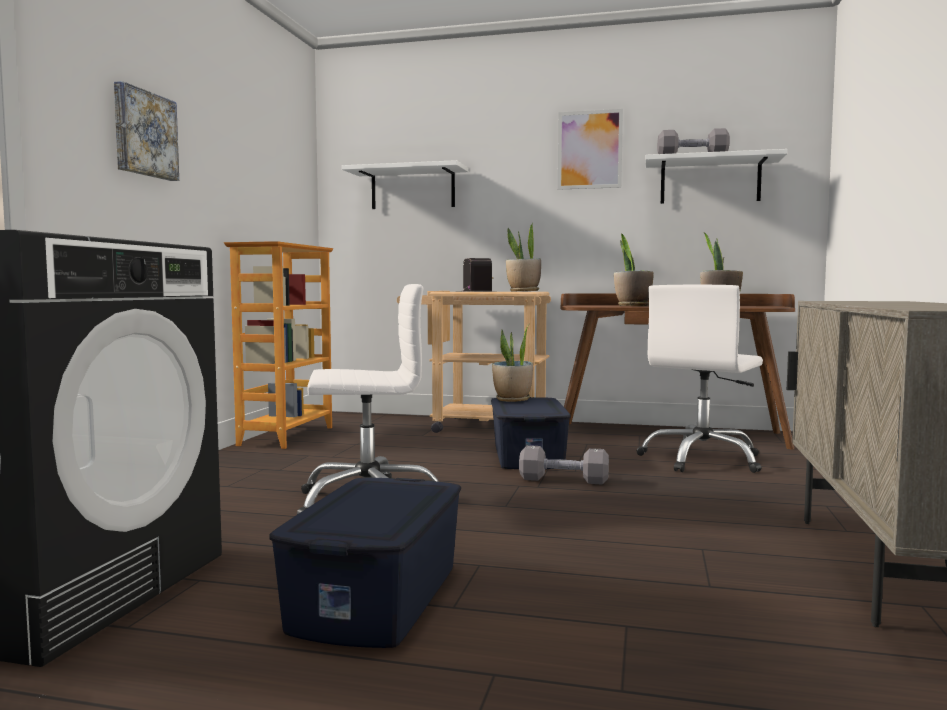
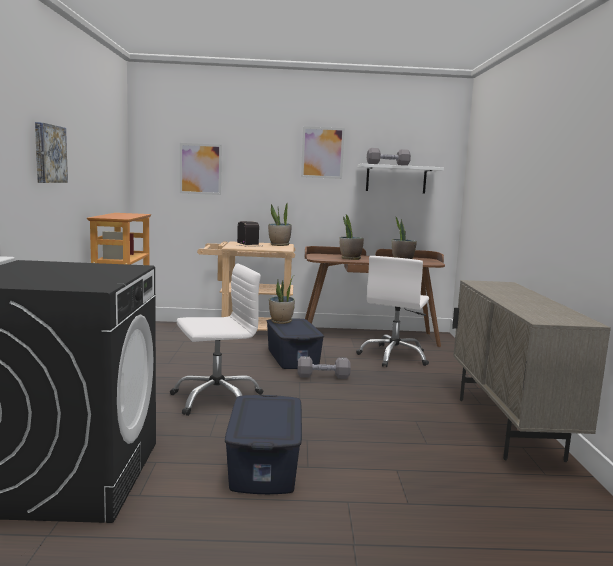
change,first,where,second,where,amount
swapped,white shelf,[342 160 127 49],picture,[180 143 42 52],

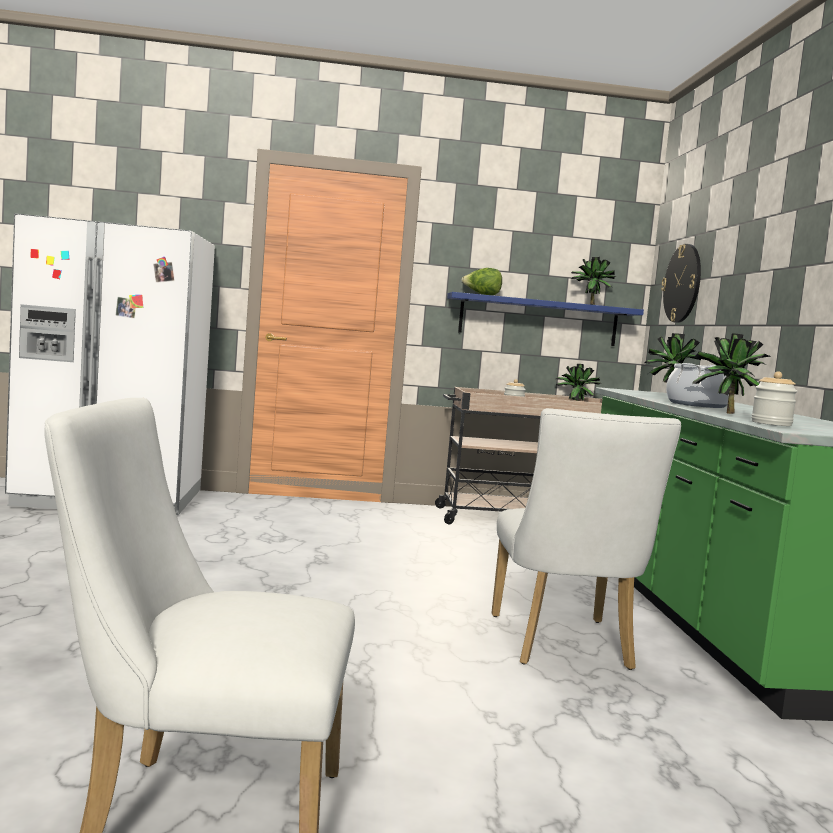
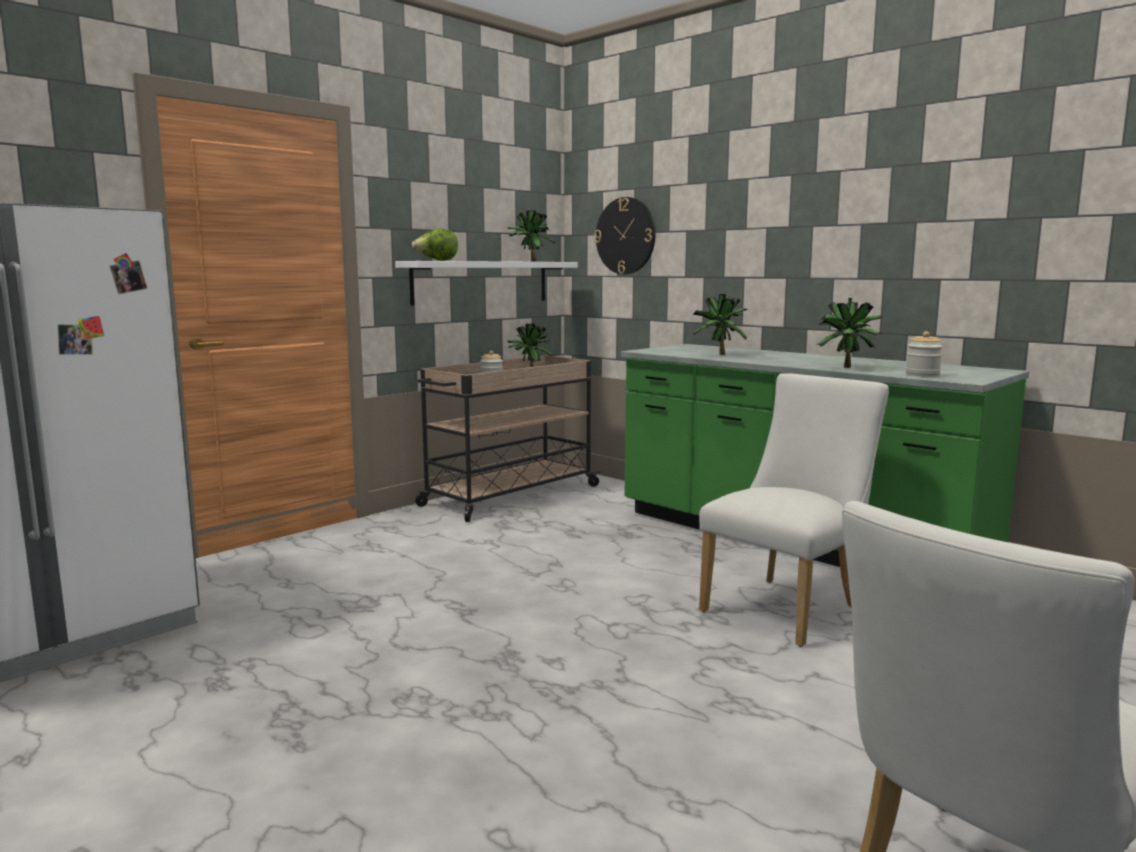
change,first,where,second,where,amount
repainted,blue shelf,[447 292 197 54],white shelf,[395 261 183 45],
gone,cooking pot,[666 363 63 45],,,
rotated,white chair,[492 408 189 262],,[699 373 190 274],90 degrees counterclockwise

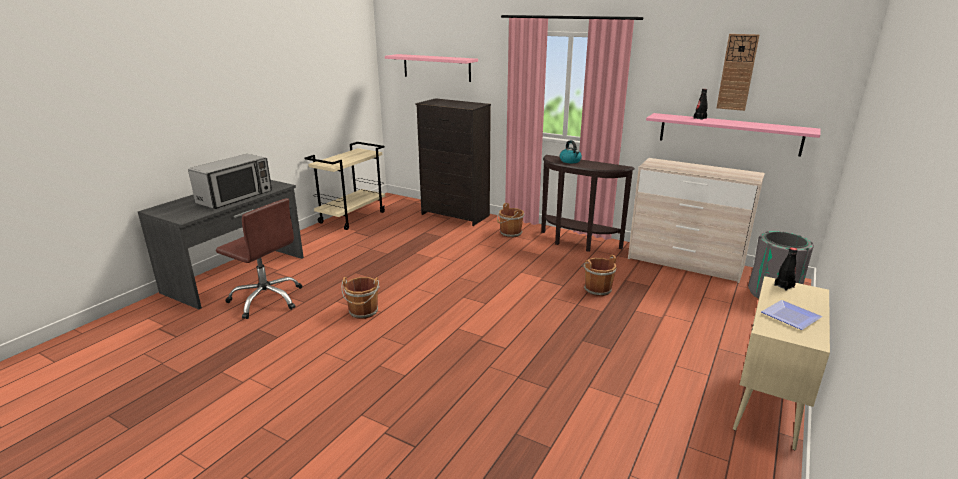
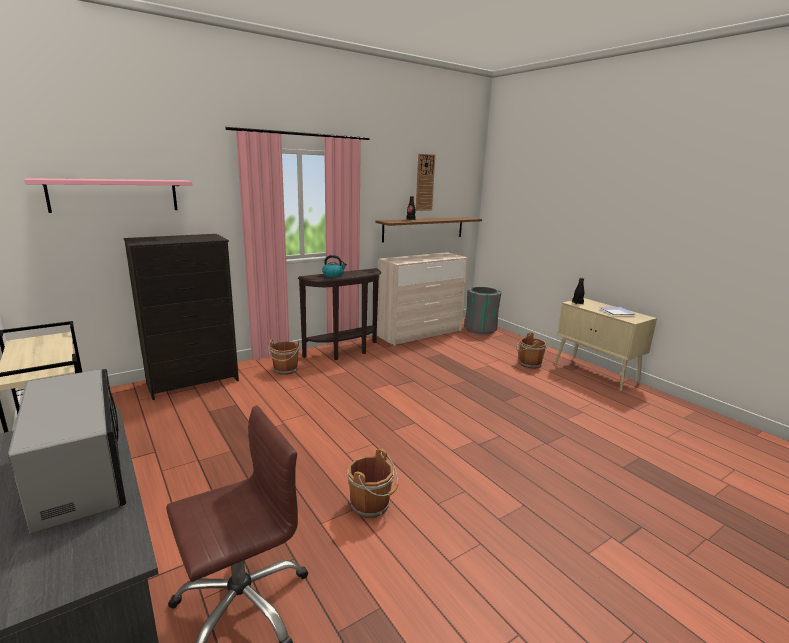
change,first,where,second,where,amount
repainted,pink shelf,[646 113 175 44],brown shelf,[375 217 107 26],
shifted,brown bucket,[582 255 34 41],,[516 332 31 36],

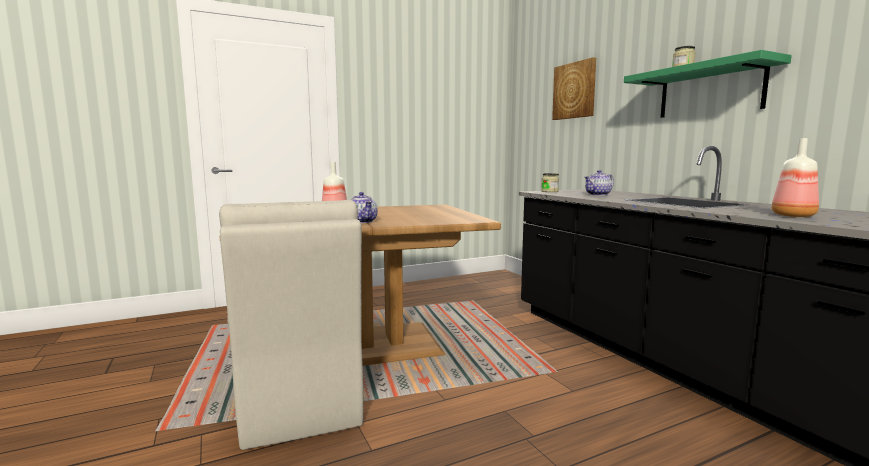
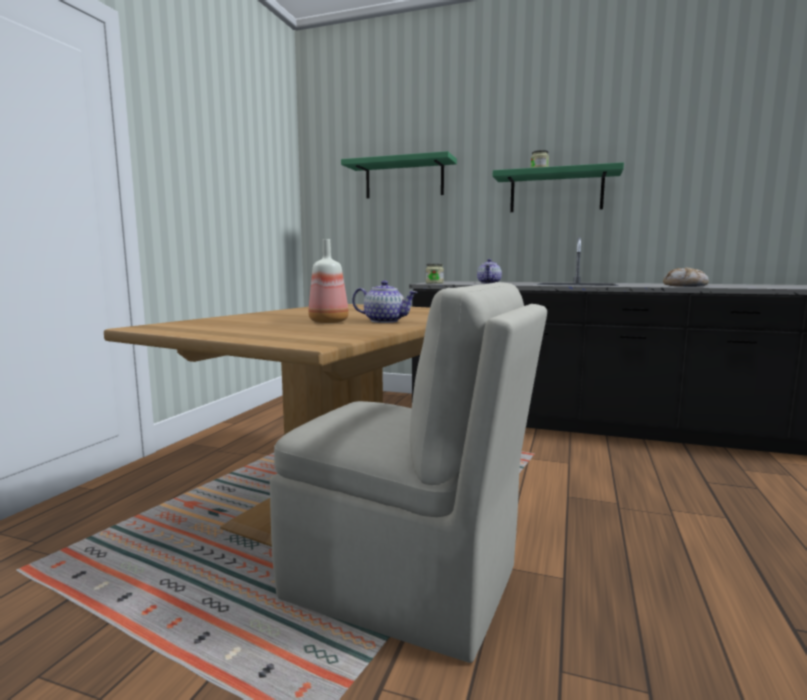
change,first,where,second,where,amount
swapped,picture,[552 57 44 63],green shelf,[341 151 116 47],
swapped,bottle,[771 138 48 79],bread,[663 267 46 19],

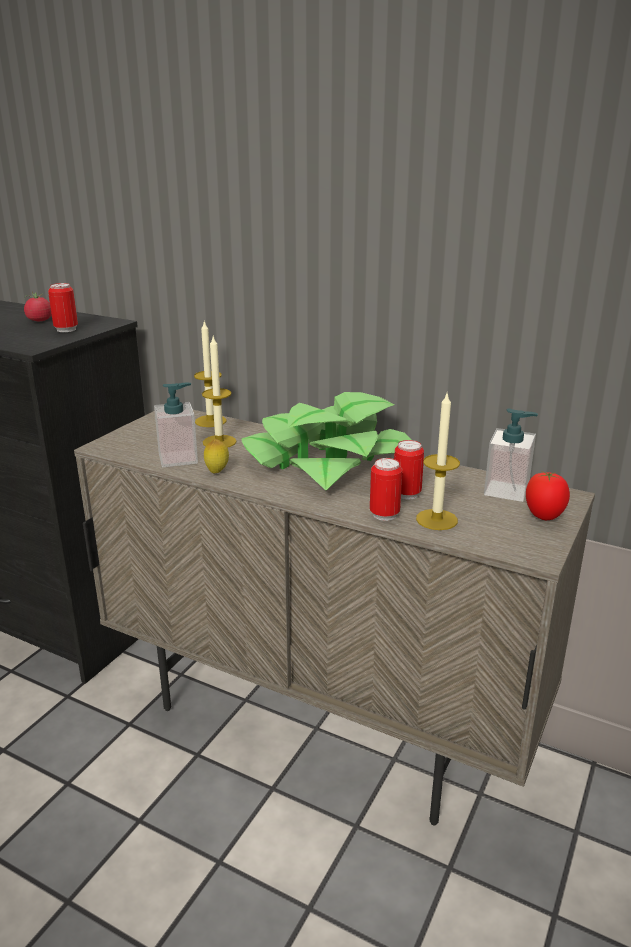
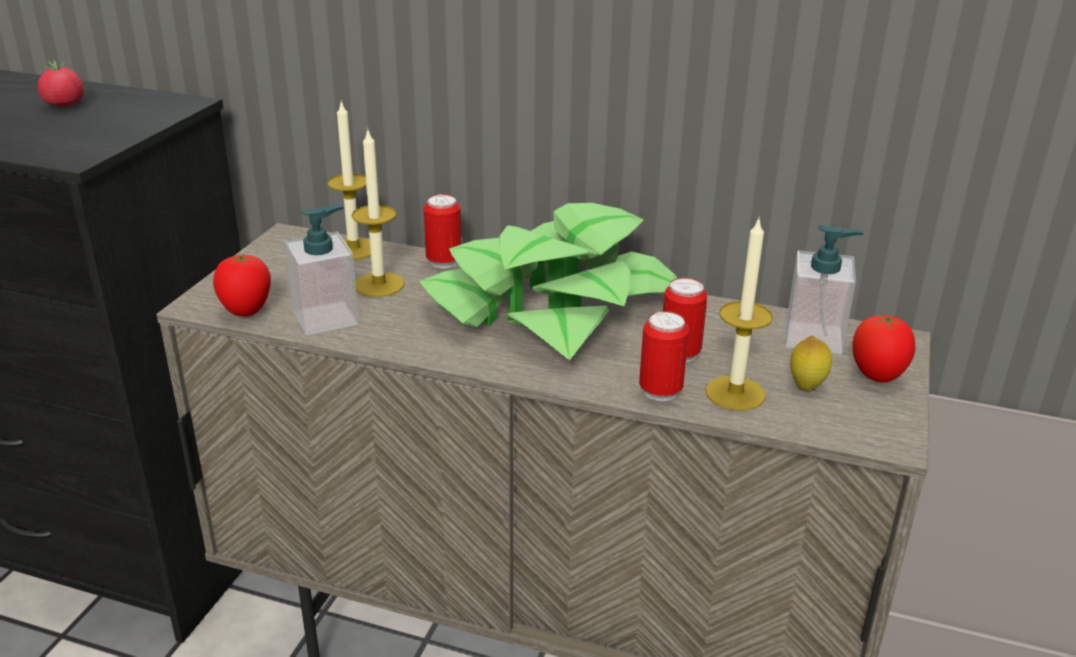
change,first,where,second,where,amount
shifted,can,[48 283 30 49],,[424 194 37 74],
shifted,lemon,[204 439 25 34],,[790 336 42 54],
new,,,tomato,[213 253 58 63],

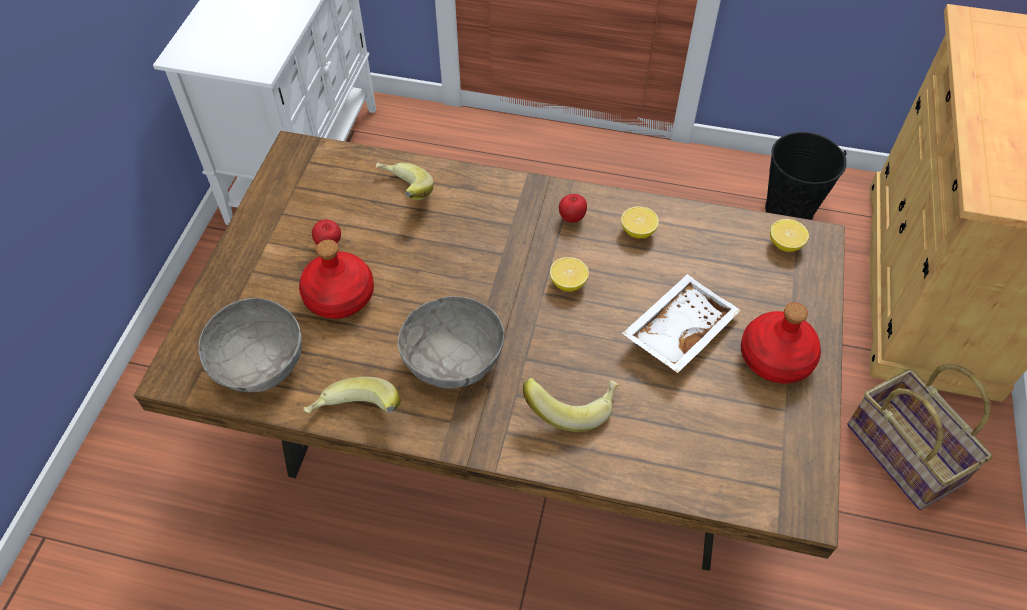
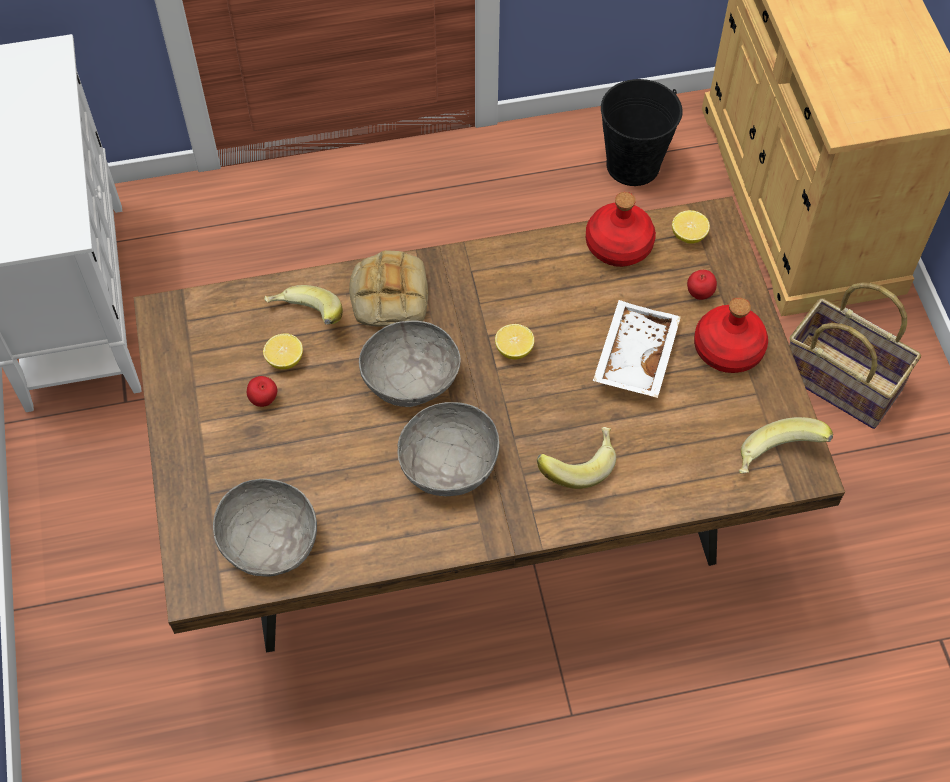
change,first,where,second,where,amount
shifted,apple,[559 194 28 29],,[687 270 30 30],
shifted,lemon,[621 206 38 32],,[263 333 40 36],
shifted,red bottle,[299 239 75 80],,[586 192 70 75],
shifted,banana,[303 377 98 36],,[739 417 94 56],
new,,,bread,[349 250 79 77],
new,,,grey bowl,[359 320 102 87],

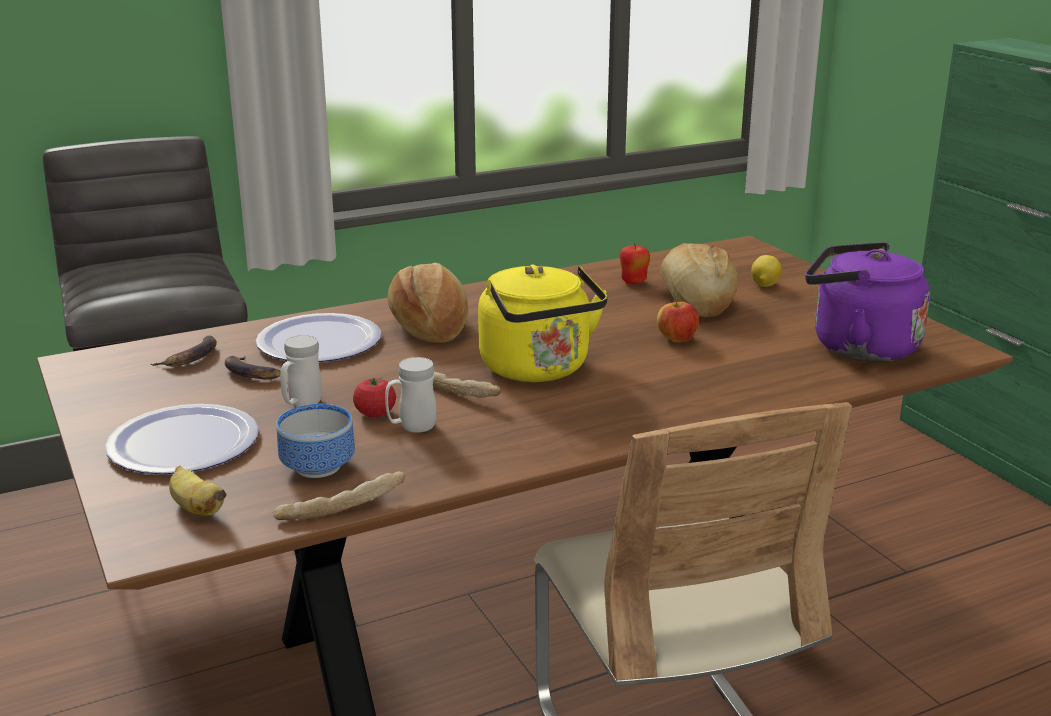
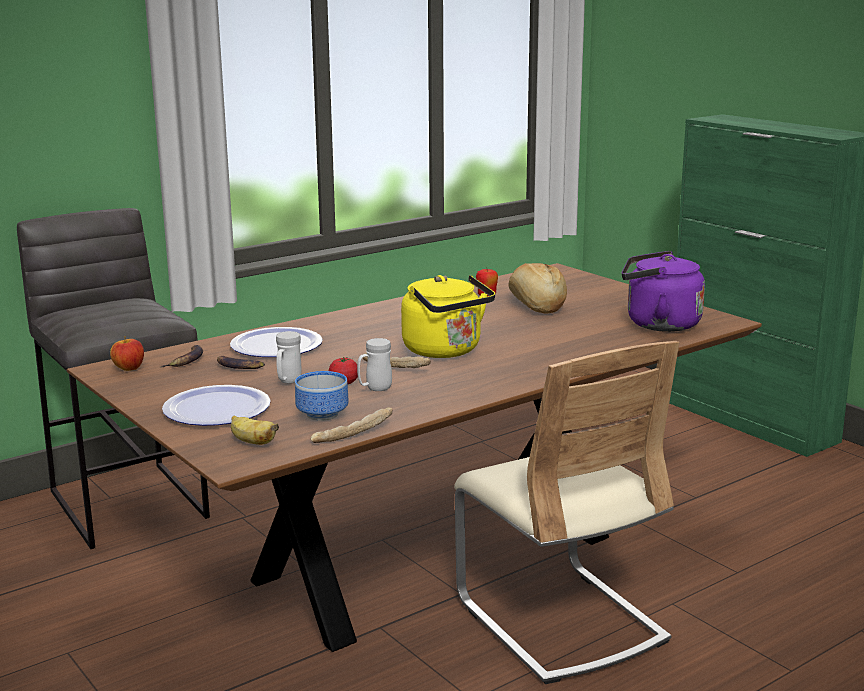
change,first,where,second,where,amount
gone,lemon,[751 255 31 32],,,
gone,bread,[388 263 80 80],,,
shifted,apple,[657 299 42 44],,[110 336 34 35],

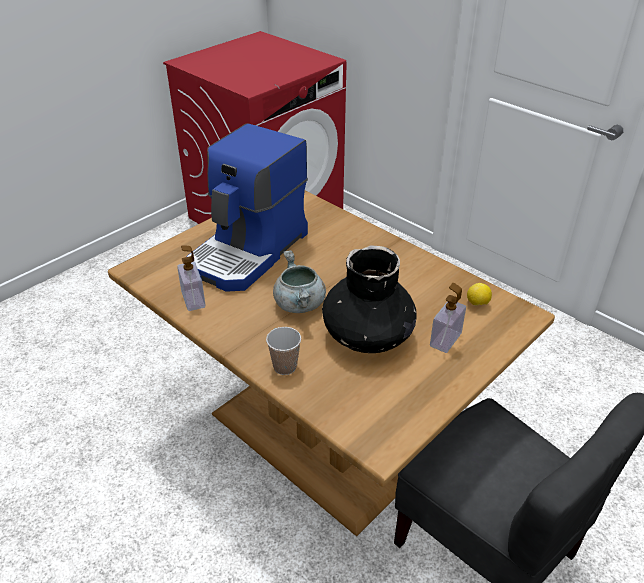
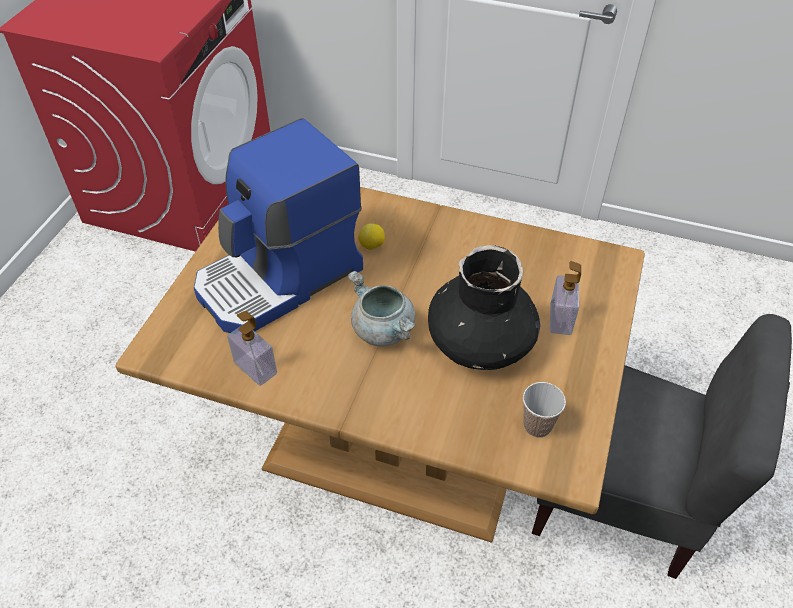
change,first,where,second,where,amount
rotated,coffee machine,[186 123 122 169],,[194 118 169 215],45 degrees clockwise
shifted,lemon,[467 283 25 23],,[358 223 27 27],
shifted,cup,[266 327 35 48],,[523 382 43 55],

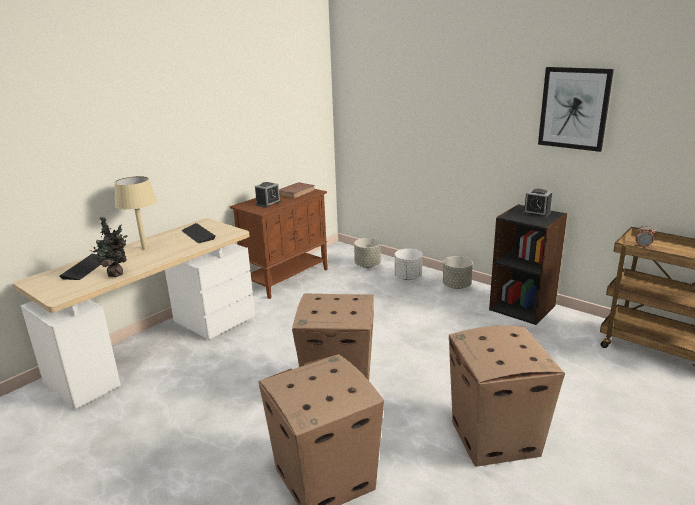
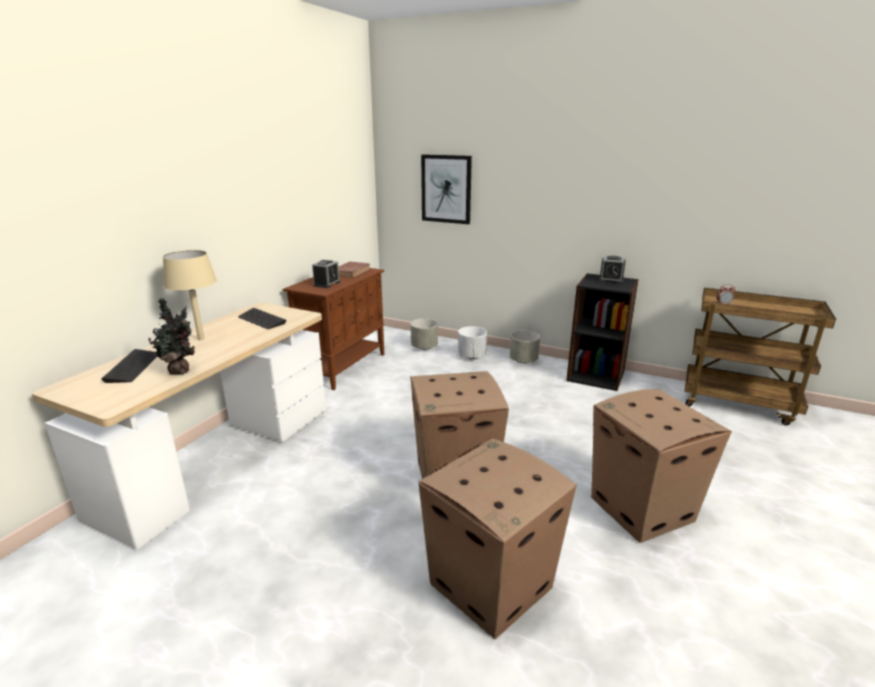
change,first,where,second,where,amount
shifted,picture,[538 67 76 85],,[421 154 51 70],

